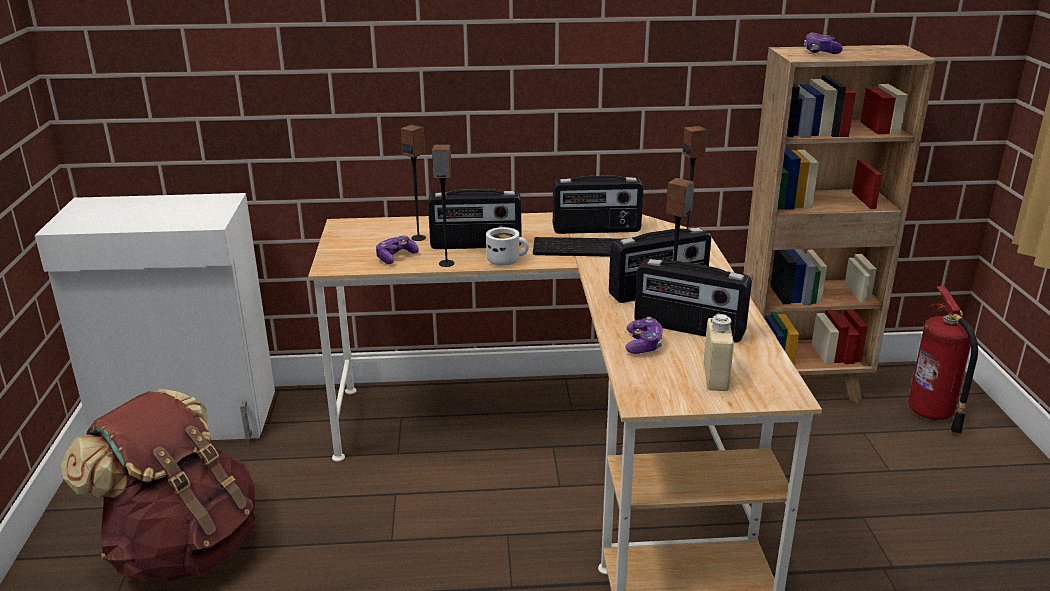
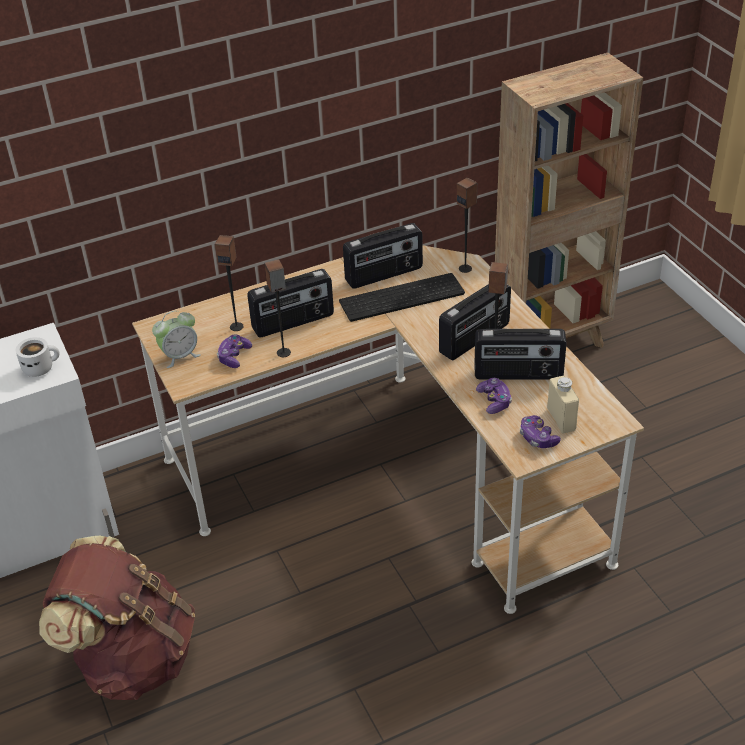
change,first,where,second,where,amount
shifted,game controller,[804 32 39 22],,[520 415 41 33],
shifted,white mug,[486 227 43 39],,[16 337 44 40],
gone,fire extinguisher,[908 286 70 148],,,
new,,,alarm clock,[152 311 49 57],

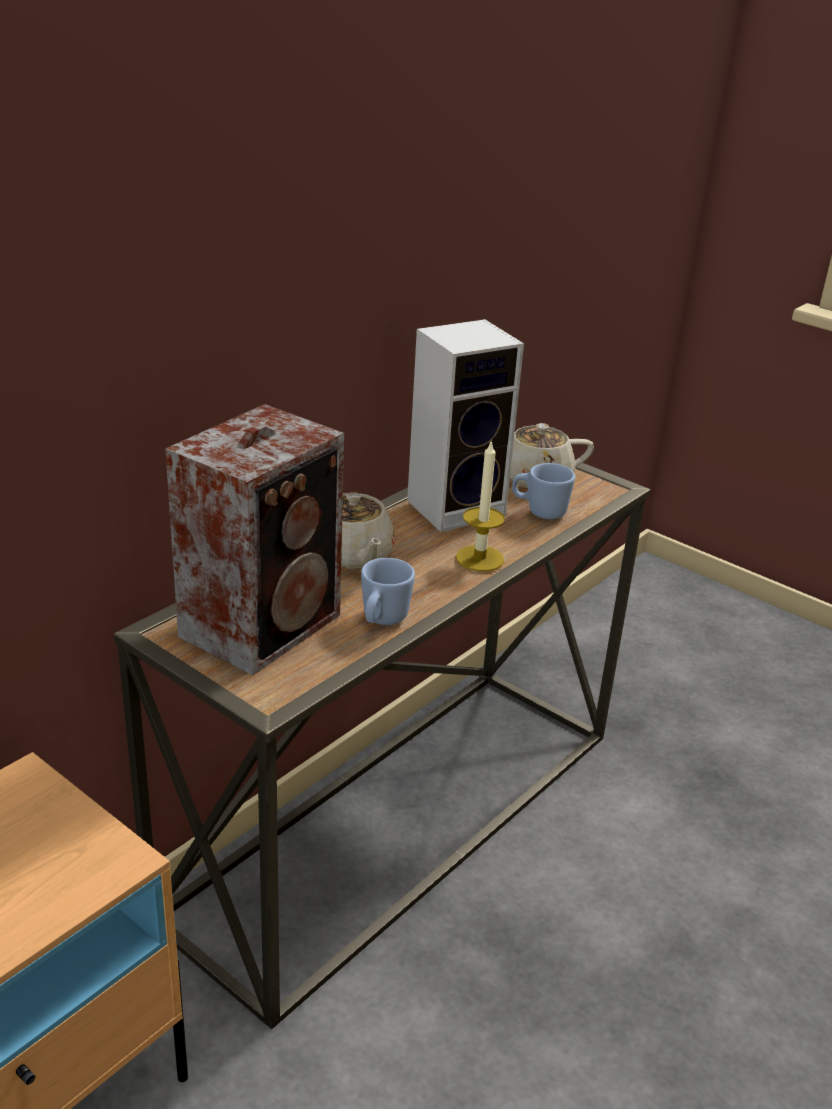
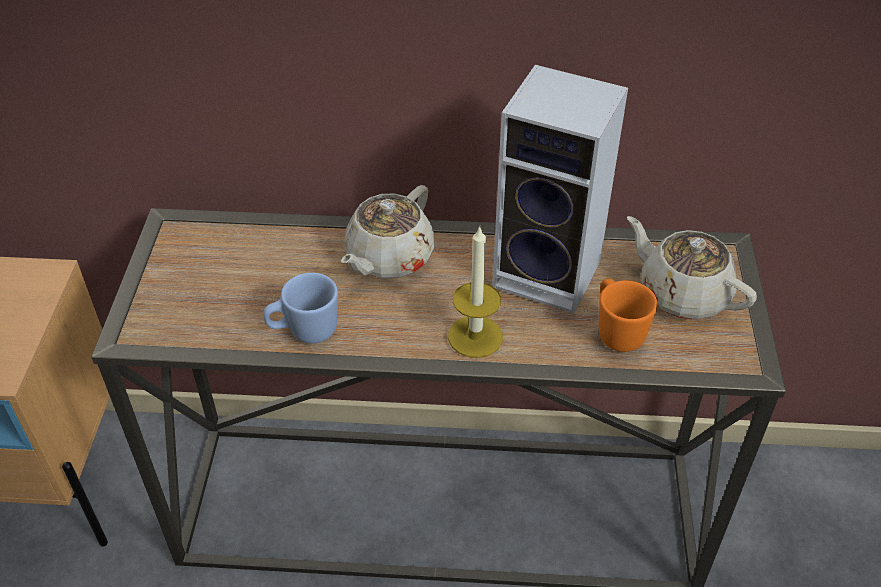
change,first,where,second,where,amount
gone,speaker,[165 404 179 272],,,
repainted,blue mug,[512 463 63 56],orange mug,[599 279 58 73],

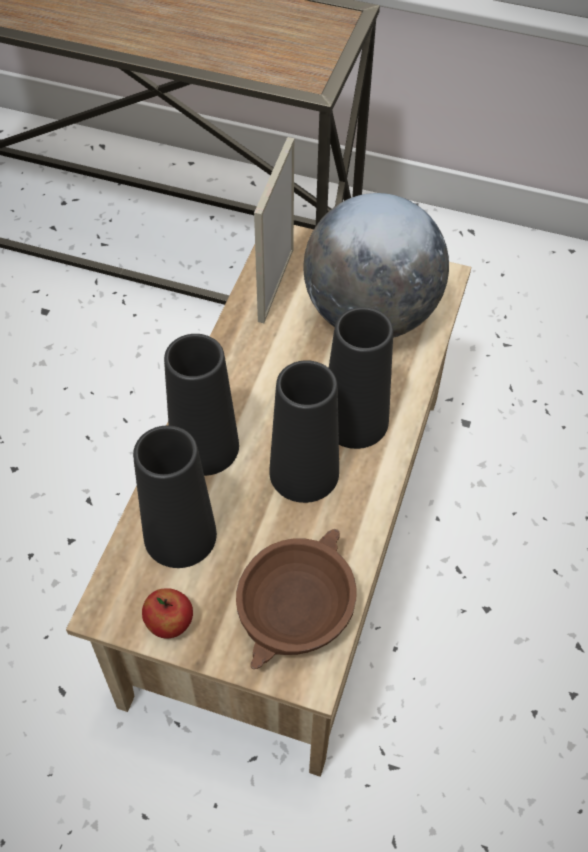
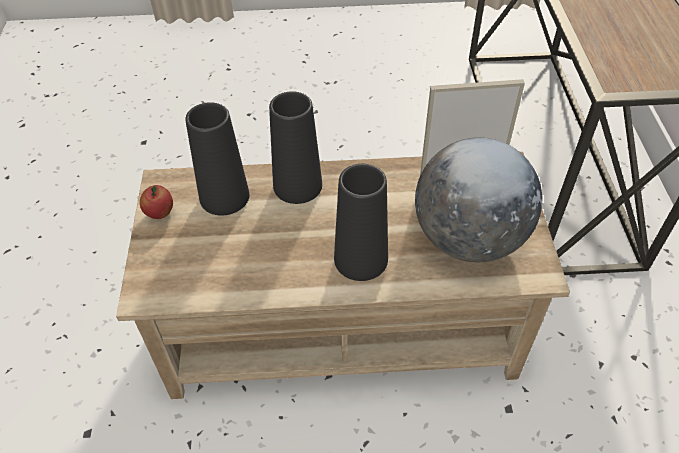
change,first,where,second,where,amount
gone,black vase,[269 360 70 143],,,
gone,brown bowl,[236 529 121 140],,,

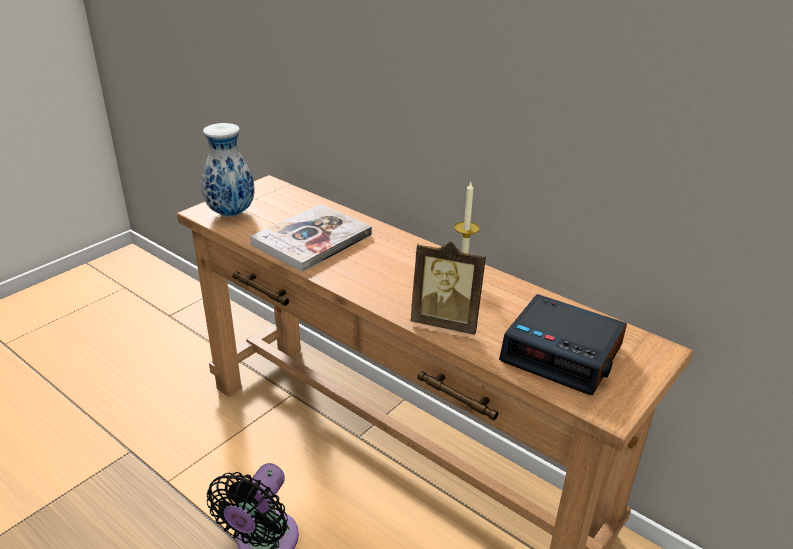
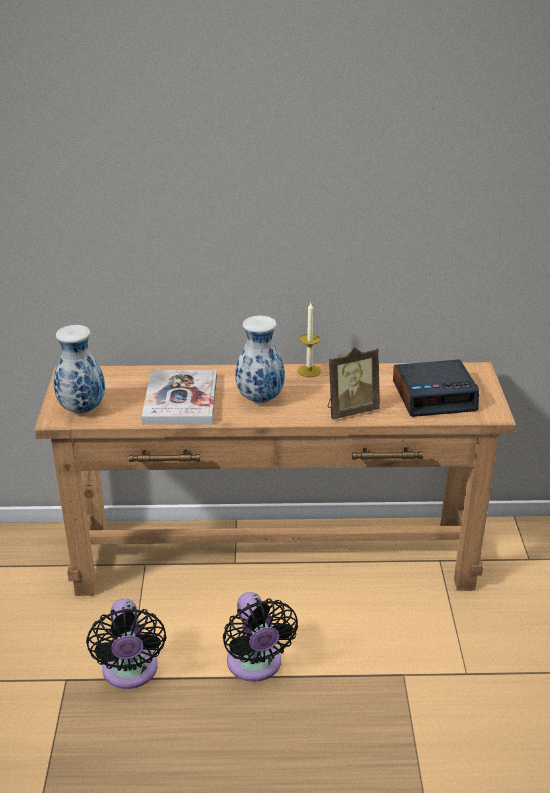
change,first,where,second,where,amount
new,,,vase,[235 316 50 87],
new,,,black fan,[86 598 80 91],

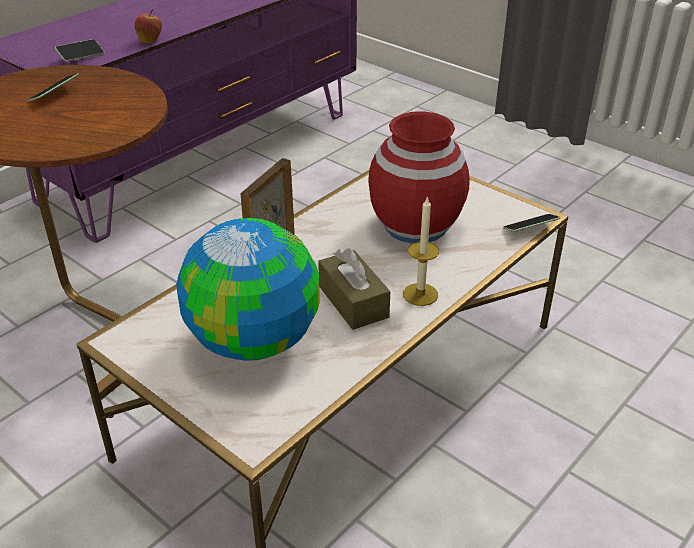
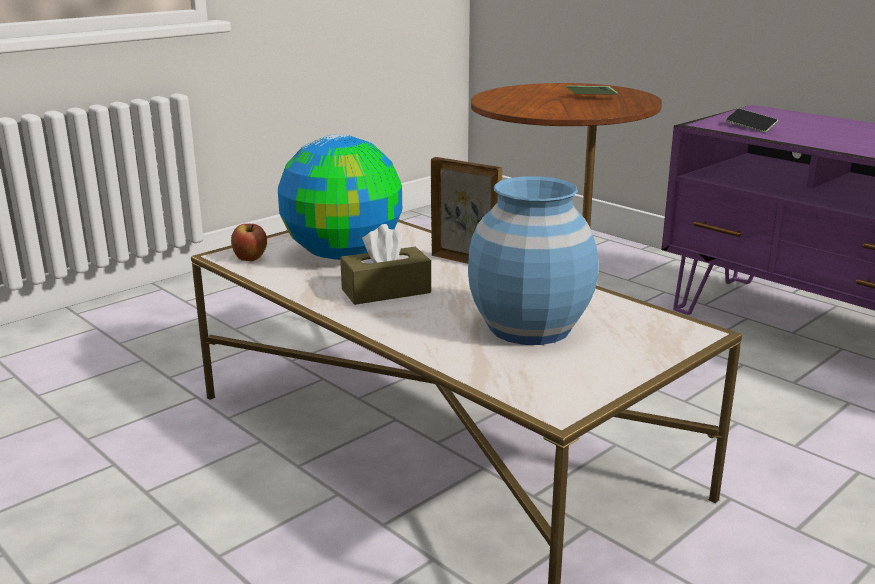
change,first,where,second,where,amount
shifted,apple,[135 9 27 34],,[231 224 36 37],
repainted,red vase,[368 111 102 133],blue vase,[468 176 131 169],
gone,candle,[403 196 36 110],,,
gone,phone,[503 214 57 18],,,

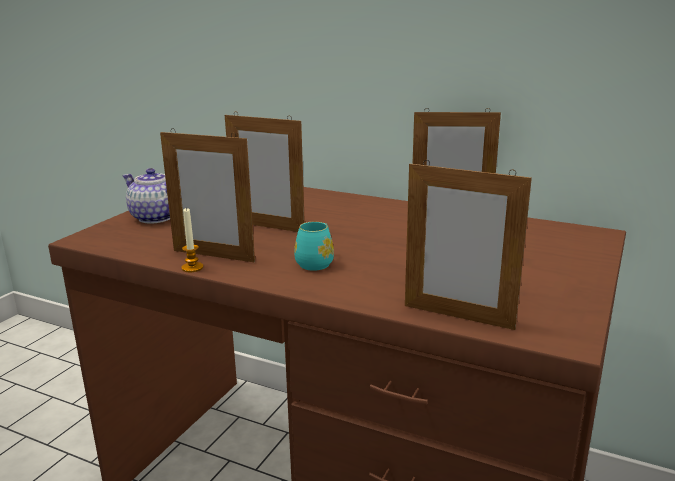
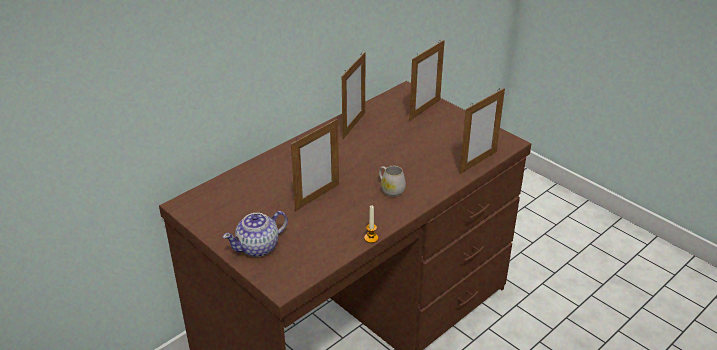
change,first,where,second,where,amount
shifted,picture frame,[160 128 95 134],,[409 40 36 81],
repainted,turquoise mug,[294 222 40 49],white mug,[379 166 27 31],

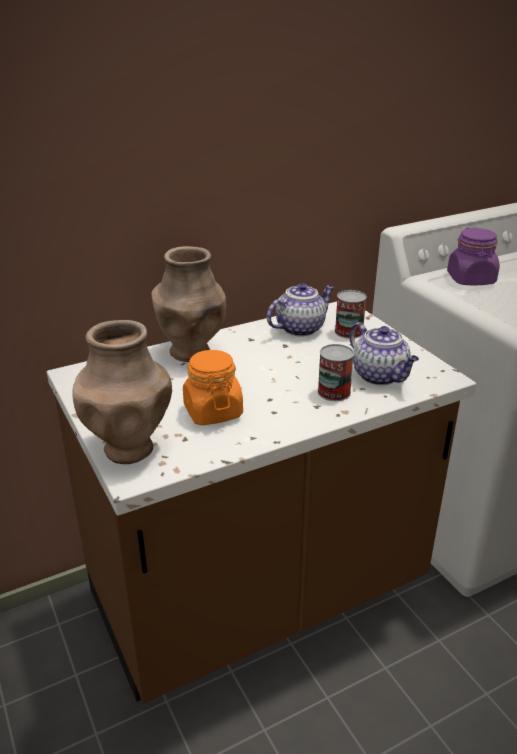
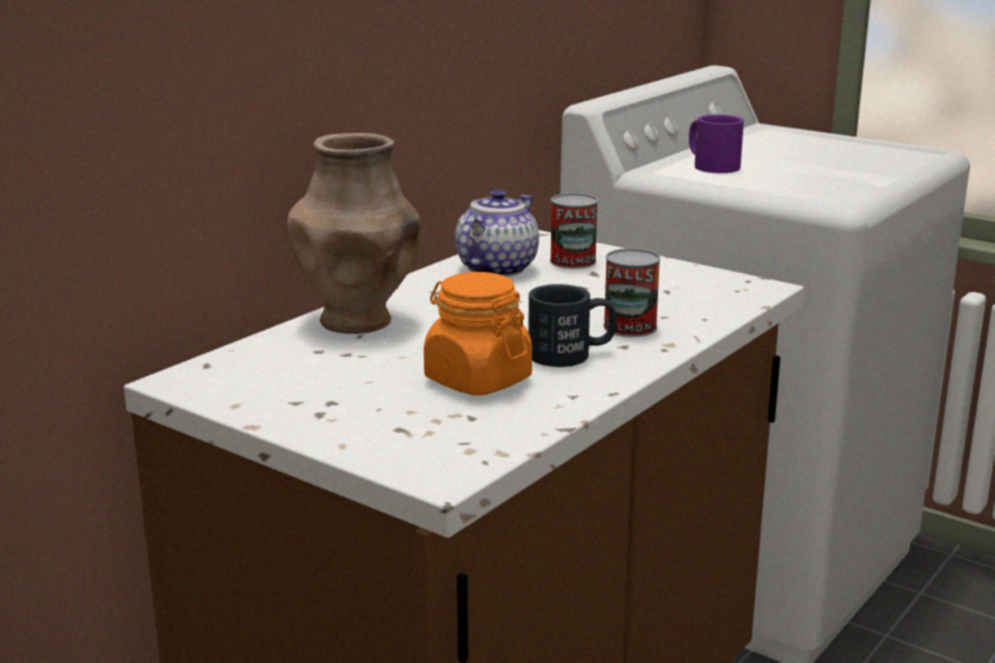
change,first,where,second,where,amount
swapped,purple jar,[447 228 52 57],purple mug,[689 114 55 59],
gone,brown vase,[72 320 100 144],,,
gone,teapot,[349 322 70 63],,,
new,,,black mug,[528 284 89 83],

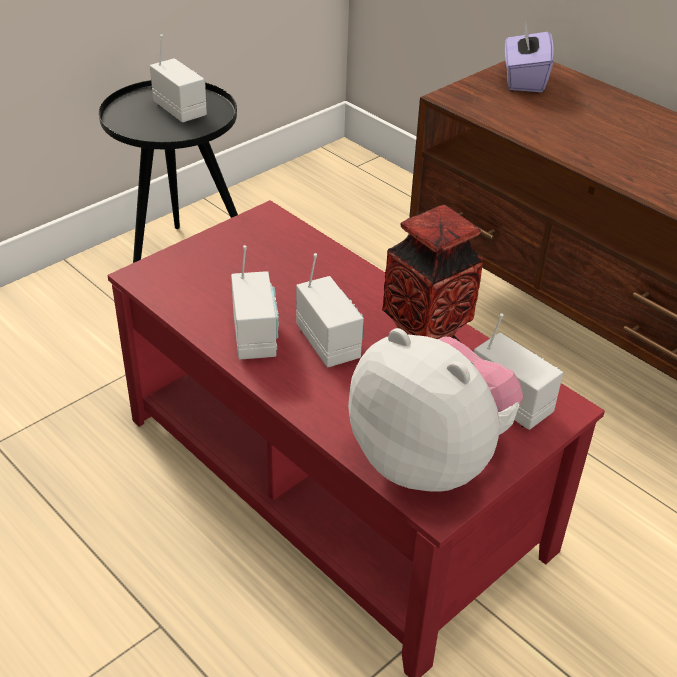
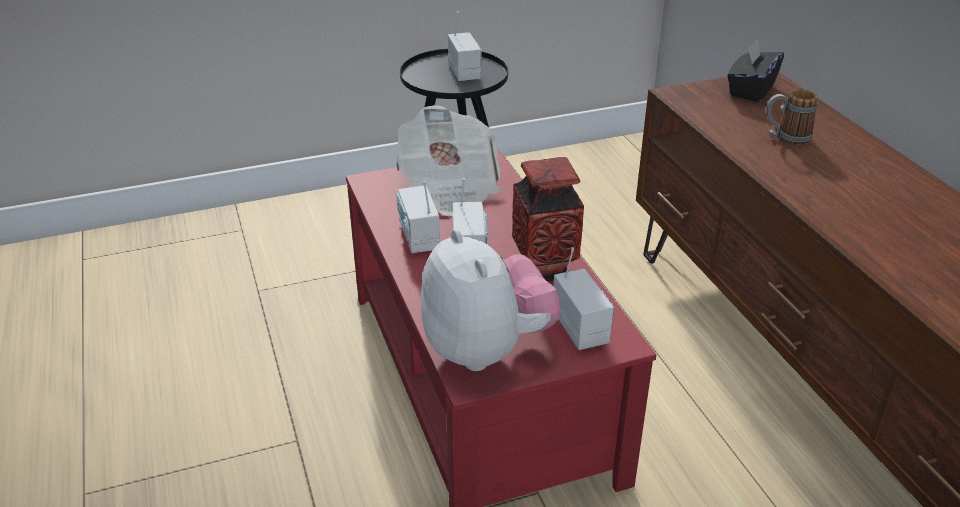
change,first,where,second,where,amount
repainted,purple tissue box,[505 21 49 71],black tissue box,[728 40 56 62],
rotated,radio,[231 245 48 114],,[396 181 44 72],150 degrees clockwise
new,,,mug,[767 89 51 56],
new,,,newspaper,[396 105 105 112],

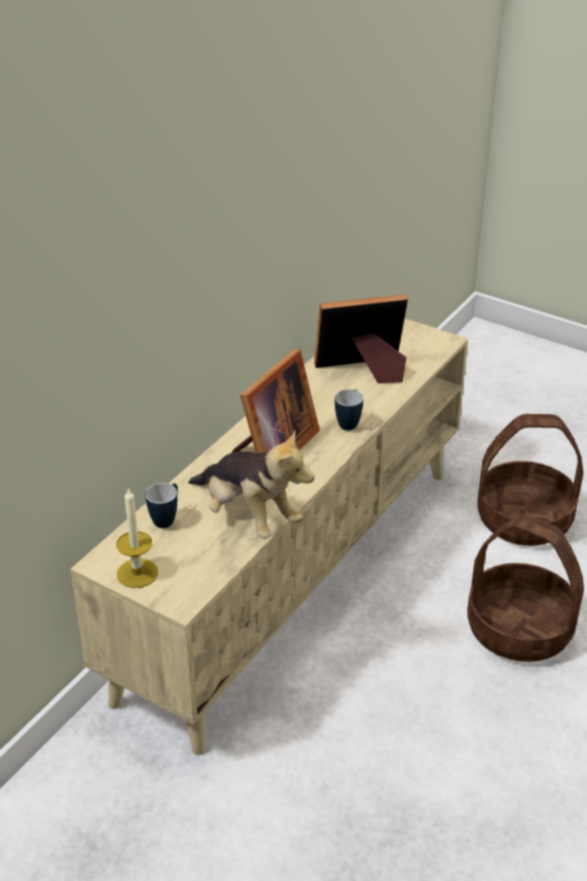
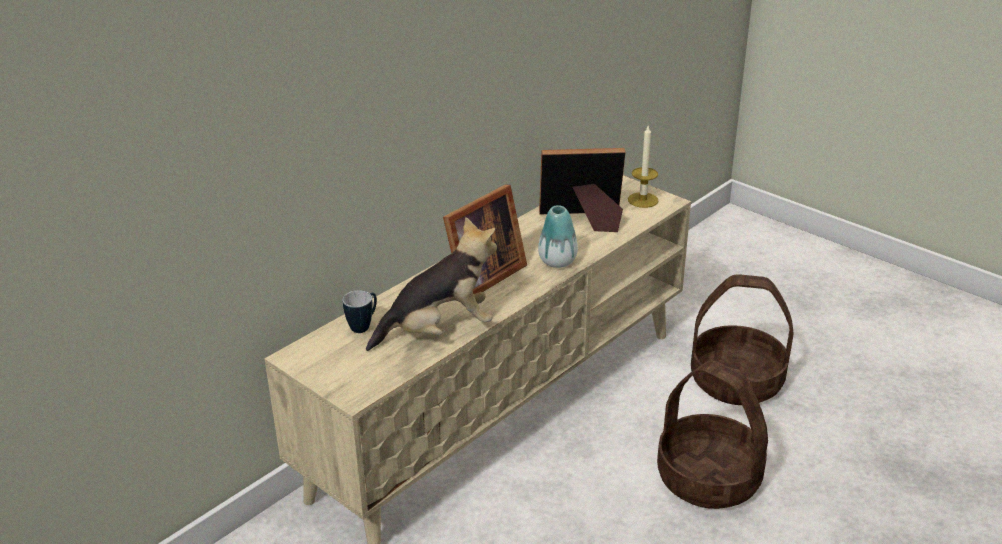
change,first,where,second,where,amount
swapped,mug,[335 389 28 42],vase,[538 205 40 63],
rotated,plush toy,[188 430 126 109],,[366 217 131 134],75 degrees counterclockwise
shifted,candle,[116 487 42 101],,[628 124 30 84],

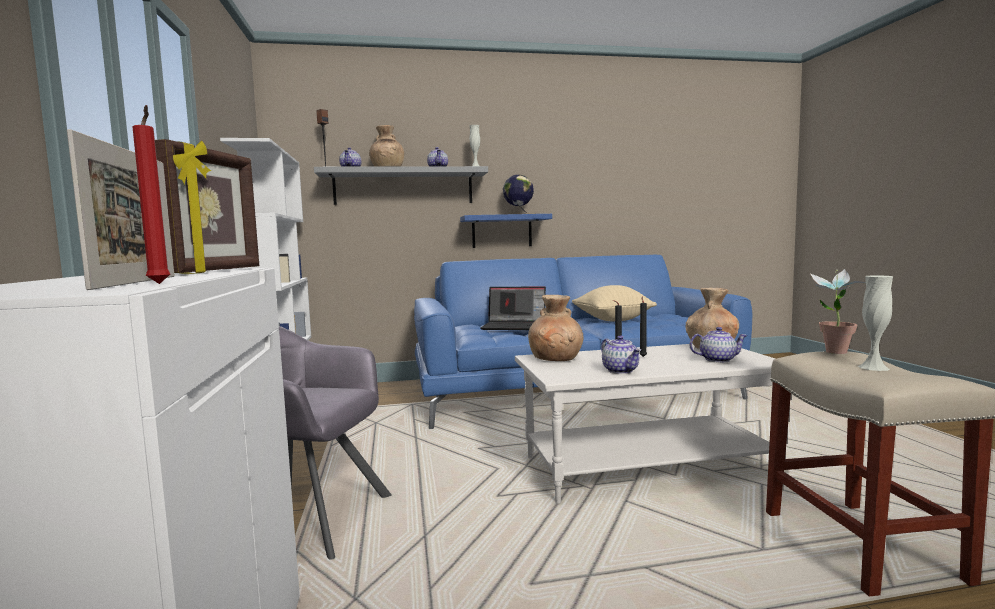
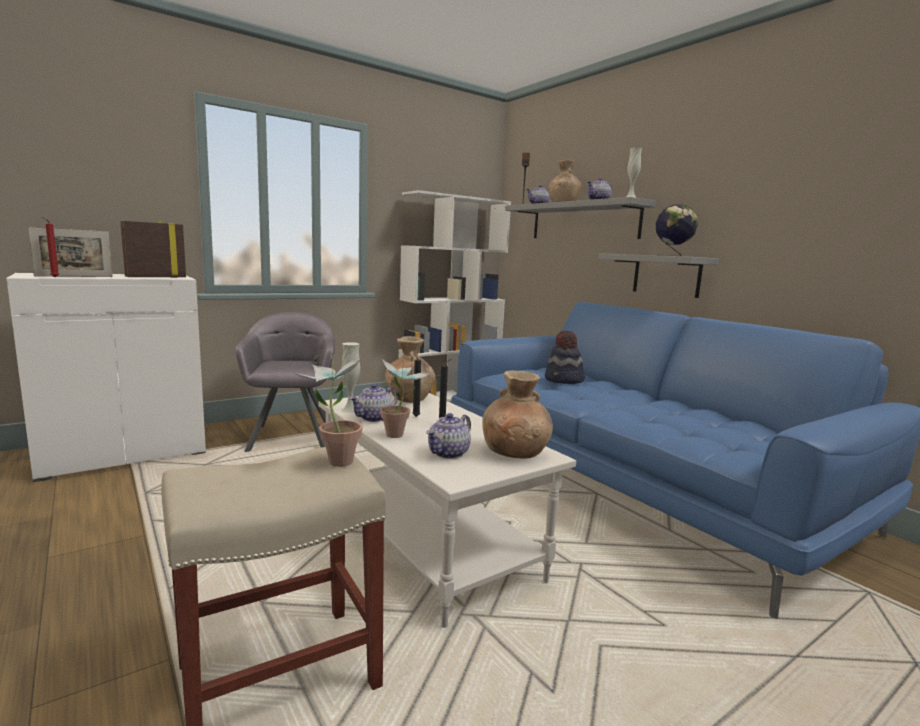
change,first,where,second,where,amount
rotated,picture frame,[155 139 104 135],,[120 221 66 57],150 degrees clockwise
repainted,blue shelf,[460 214 92 34],grey shelf,[598 253 120 45],
shifted,white vase,[858 276 35 95],,[341 342 19 71],
gone,beige pillow,[572 285 85 36],,,
swapped,laptop,[481 286 65 44],hat,[545 331 40 53],
rotated,teapot,[690 327 58 36],,[426 413 45 46],60 degrees clockwise
new,,,potted plant,[380 360 50 78],

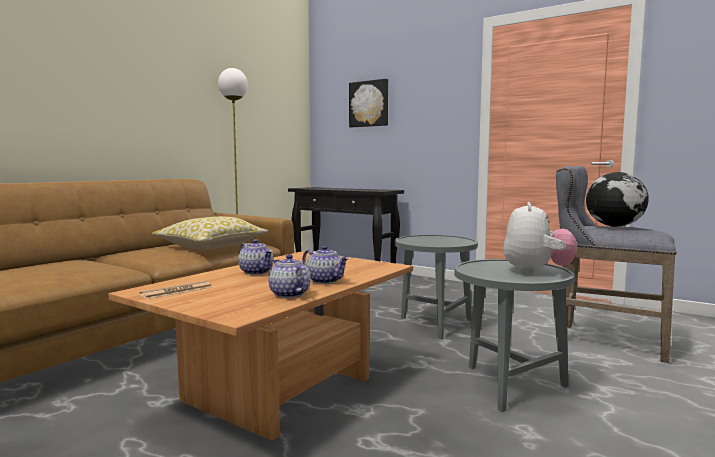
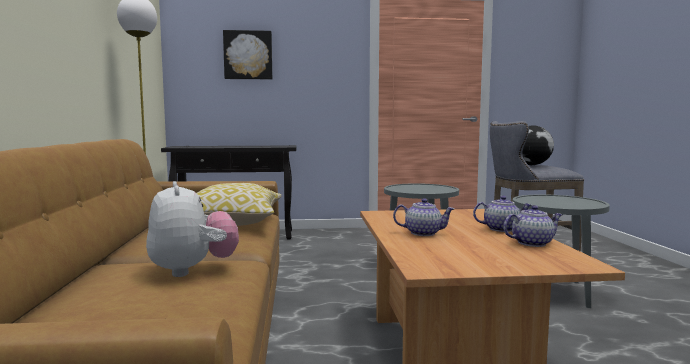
change,first,where,second,where,amount
shifted,plush toy,[503 202 74 72],,[146 181 93 96],
rotated,teapot,[268 254 42 44],,[503 205 60 42],150 degrees clockwise
gone,newspaper,[140 281 72 18],,,

